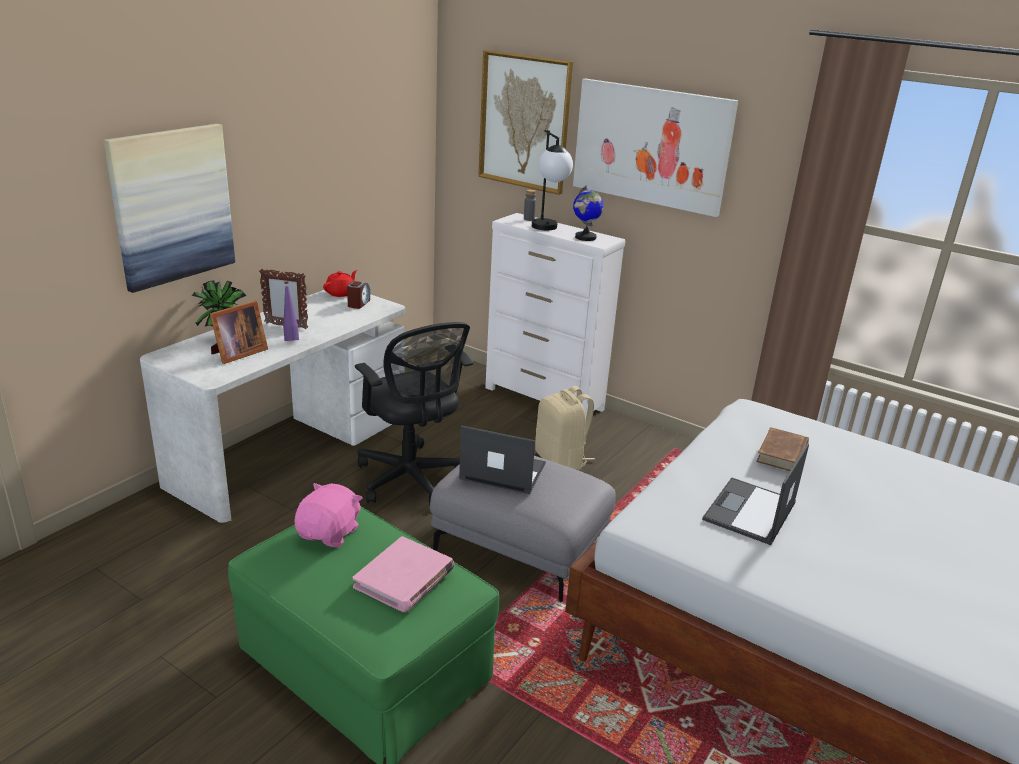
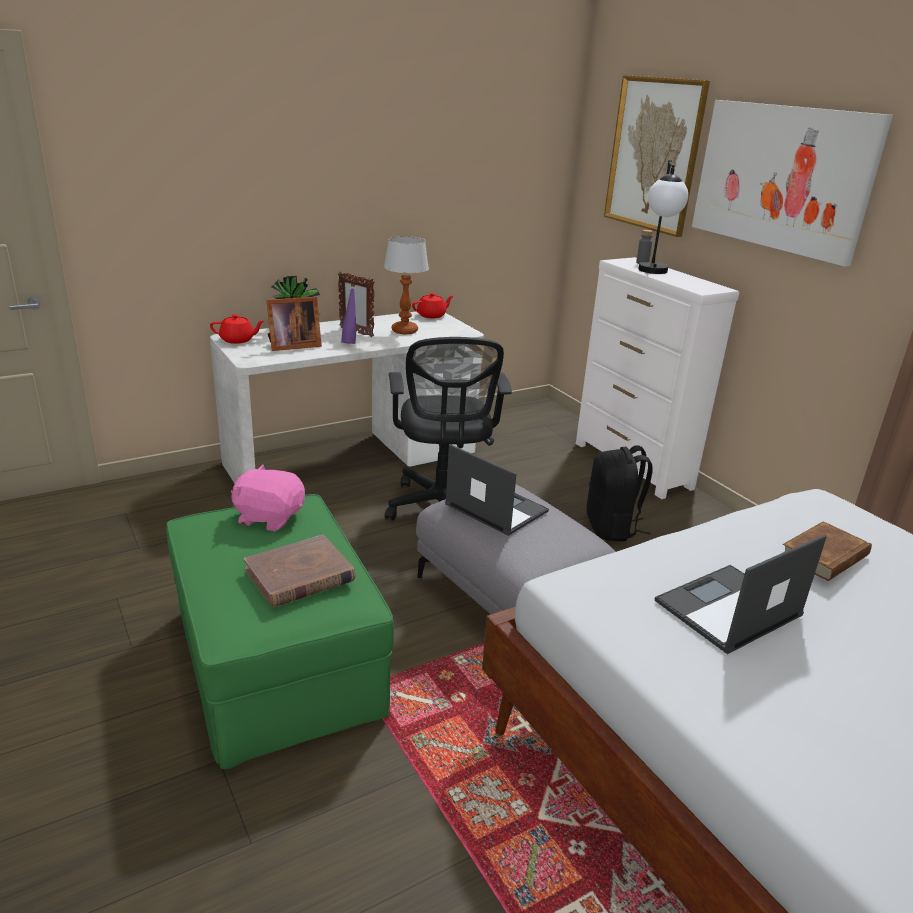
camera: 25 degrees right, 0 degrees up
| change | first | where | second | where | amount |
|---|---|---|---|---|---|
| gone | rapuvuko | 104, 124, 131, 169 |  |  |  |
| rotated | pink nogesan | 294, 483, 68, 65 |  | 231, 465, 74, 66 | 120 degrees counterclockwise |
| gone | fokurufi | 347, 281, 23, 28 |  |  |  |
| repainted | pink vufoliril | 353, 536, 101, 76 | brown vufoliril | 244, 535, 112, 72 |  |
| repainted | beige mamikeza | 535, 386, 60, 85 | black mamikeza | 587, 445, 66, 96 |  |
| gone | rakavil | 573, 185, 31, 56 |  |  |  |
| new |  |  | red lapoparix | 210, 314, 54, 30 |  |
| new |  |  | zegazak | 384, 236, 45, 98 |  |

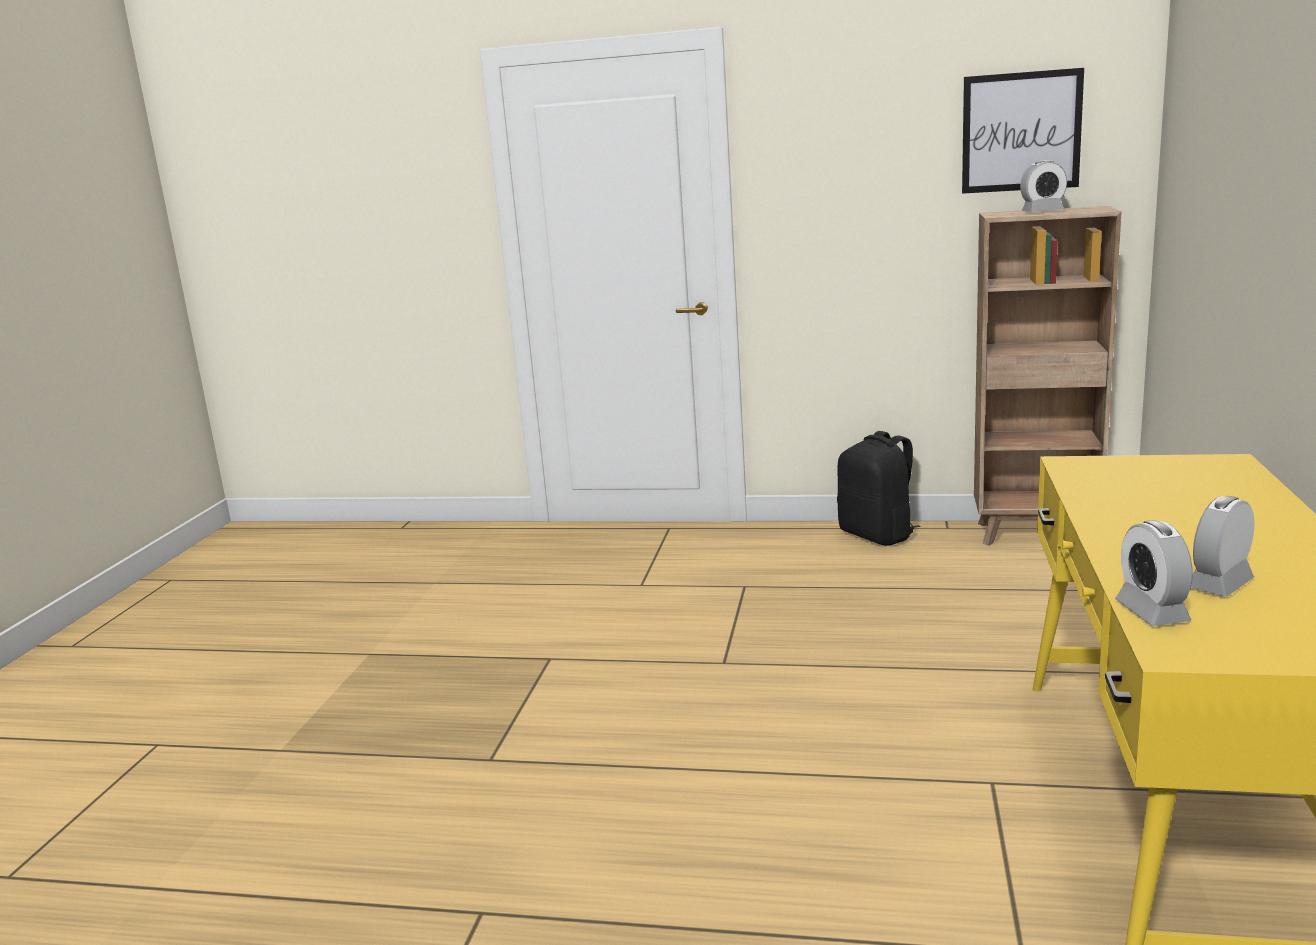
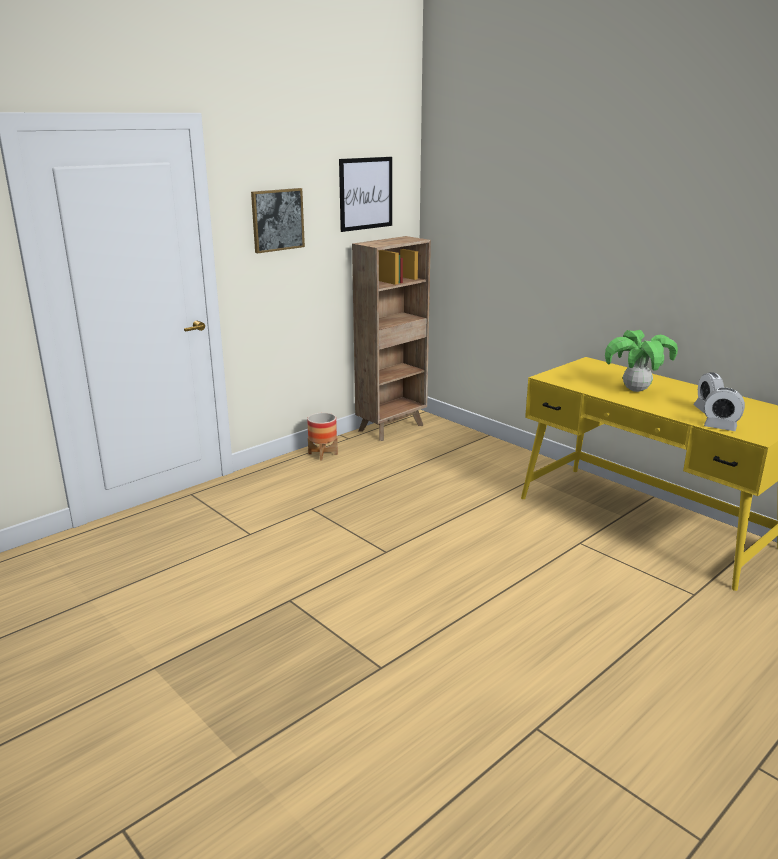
camera: 55 degrees left, 5 degrees up
| change | first | where | second | where | amount |
|---|---|---|---|---|---|
| swapped | black mamikeza | 837, 431, 83, 115 | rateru | 307, 413, 31, 48 |  |
| gone | fokurufi | 1020, 160, 47, 52 |  |  |  |
| new |  |  | rapuvuko | 251, 188, 54, 65 |  |
| new |  |  | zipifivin | 605, 330, 73, 62 |  |

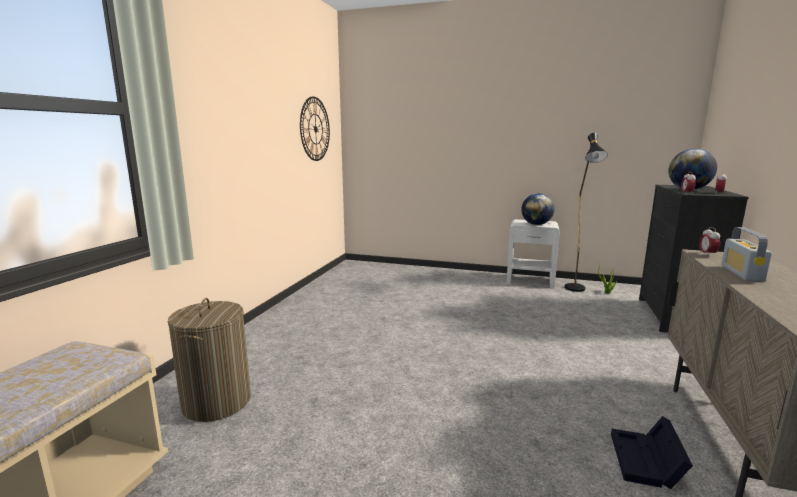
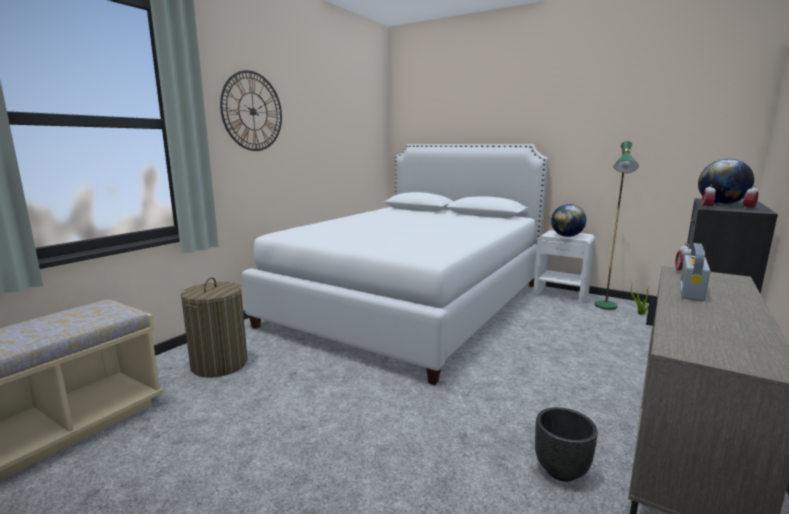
camera: 15 degrees right, 0 degrees up
| change | first | where | second | where | amount |
|---|---|---|---|---|---|
| shifted | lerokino | 300, 96, 30, 65 |  | 220, 70, 62, 81 |  |
| repainted | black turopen | 564, 133, 44, 159 | green turopen | 594, 141, 45, 169 |  |
| swapped | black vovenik | 611, 416, 82, 73 | black rateru | 535, 407, 63, 75 |  |
| new |  |  | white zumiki | 242, 144, 307, 241 |  |

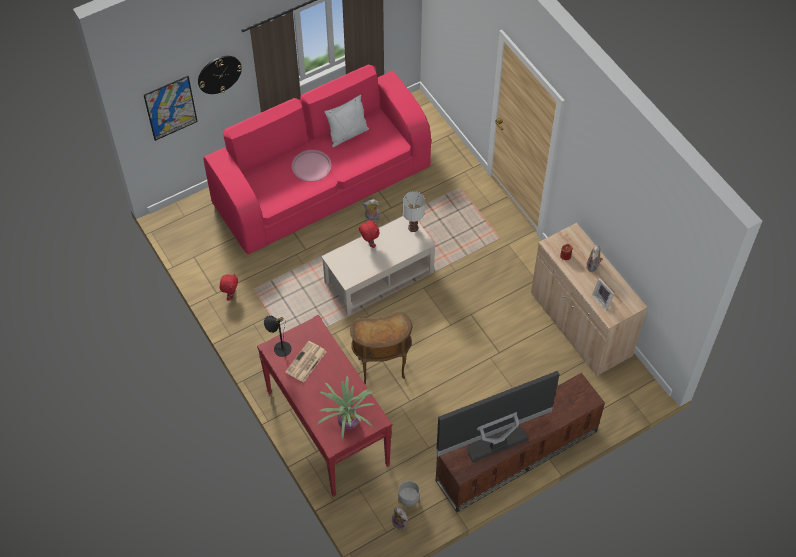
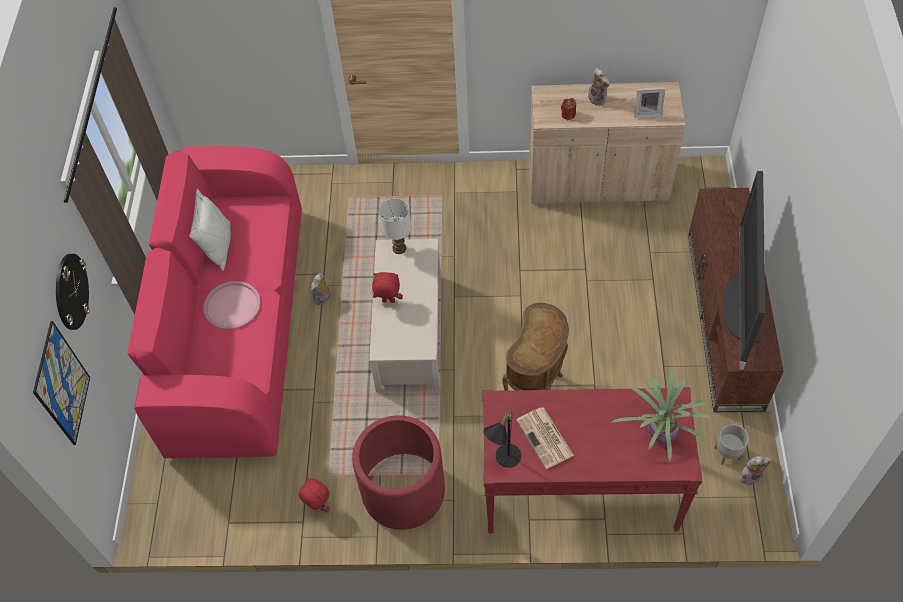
camera: 55 degrees left, 0 degrees up
| change | first | where | second | where | amount |
|---|---|---|---|---|---|
| new |  |  | red rateru | 352, 415, 93, 115 |  |

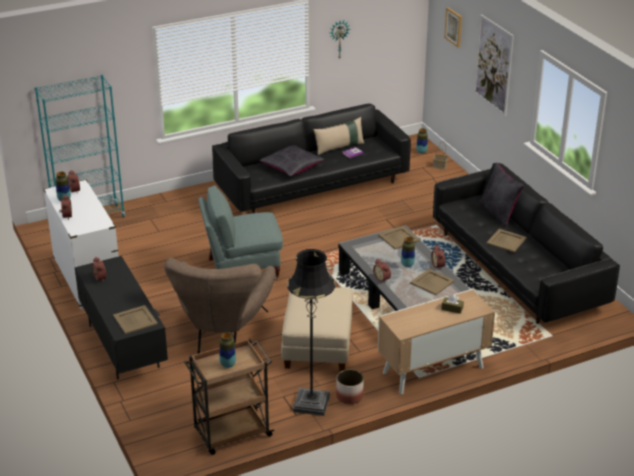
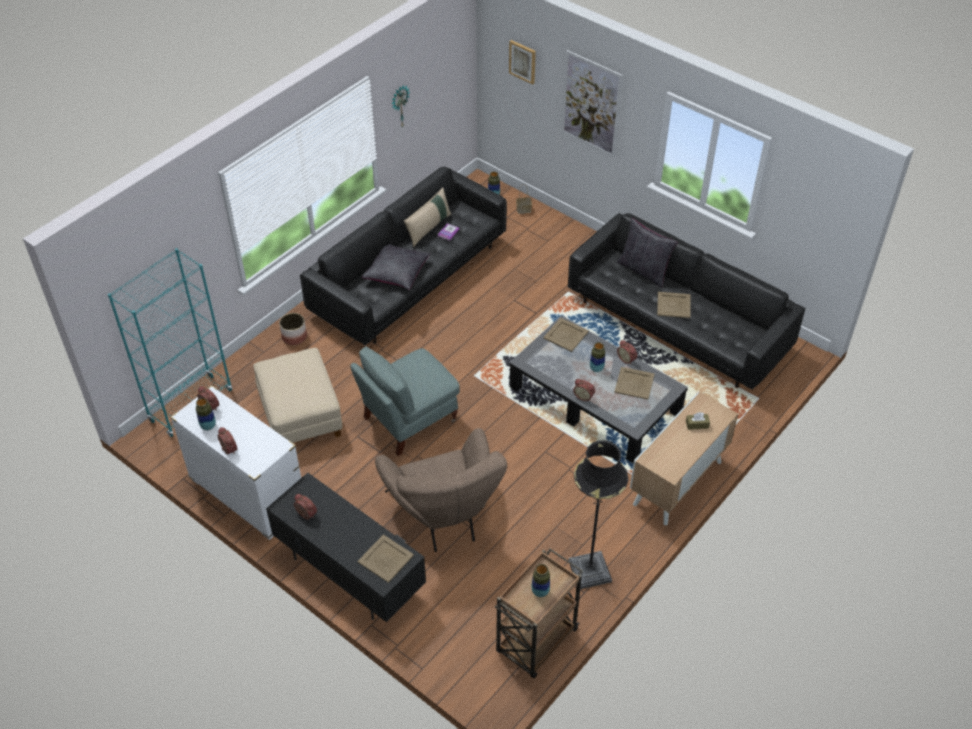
camera: 25 degrees left, 15 degrees up
| change | first | where | second | where | amount |
|---|---|---|---|---|---|
| shifted | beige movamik | 281, 287, 72, 84 |  | 253, 348, 89, 95 |  |
| shifted | rateru | 336, 369, 28, 35 |  | 279, 313, 28, 32 |  |

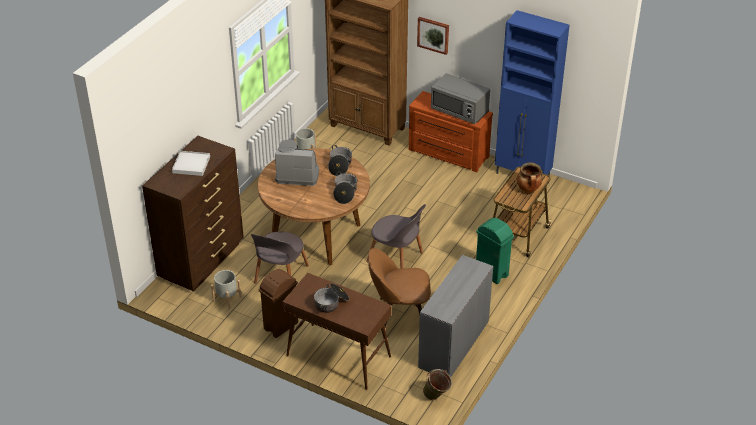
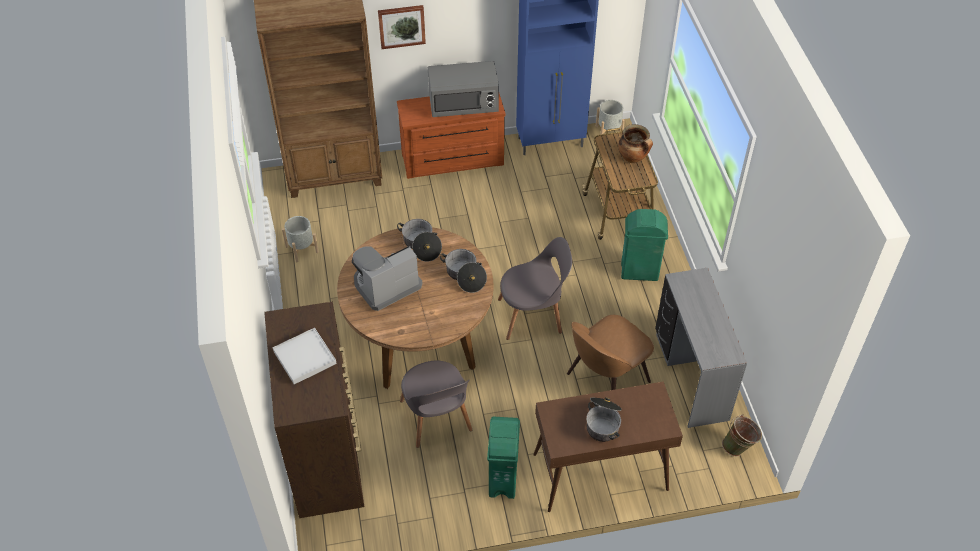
camera: 40 degrees left, 10 degrees up
| change | first | where | second | where | amount |
|---|---|---|---|---|---|
| shifted | grey rateru | 211, 270, 31, 39 |  | 596, 100, 29, 40 |  |
| repainted | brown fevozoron | 259, 269, 39, 69 | green fevozoron | 487, 417, 33, 82 |  |

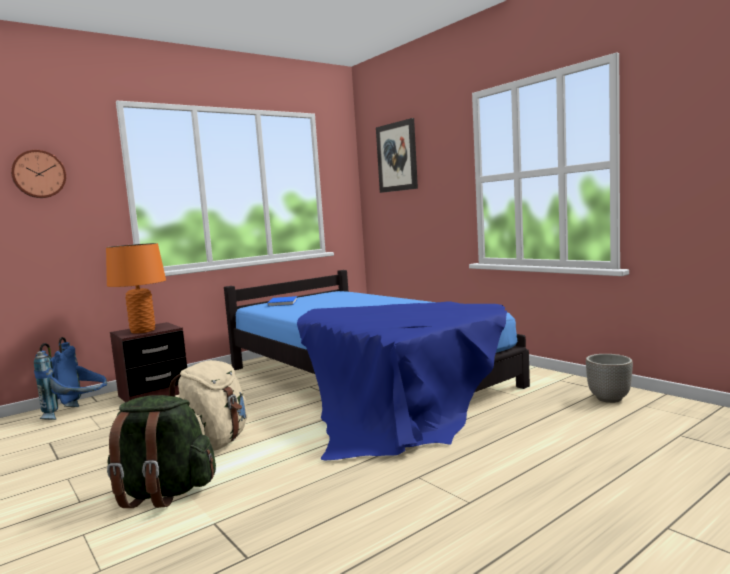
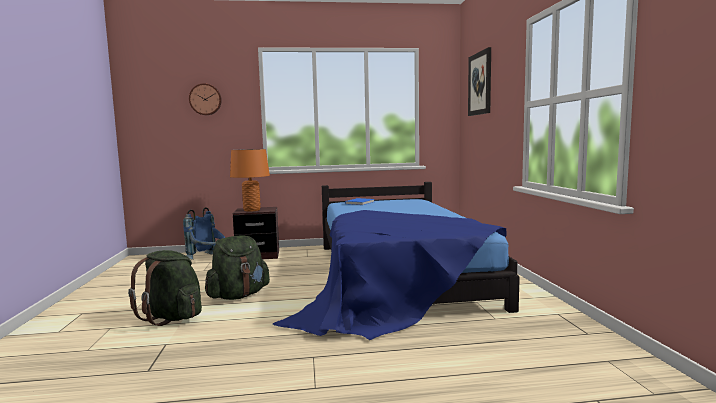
camera: 30 degrees right, 0 degrees up
| change | first | where | second | where | amount |
|---|---|---|---|---|---|
| repainted | beige mamikeza | 169, 360, 79, 91 | green mamikeza | 205, 235, 65, 65 |  |
| gone | rateru | 586, 354, 47, 49 |  |  |  |

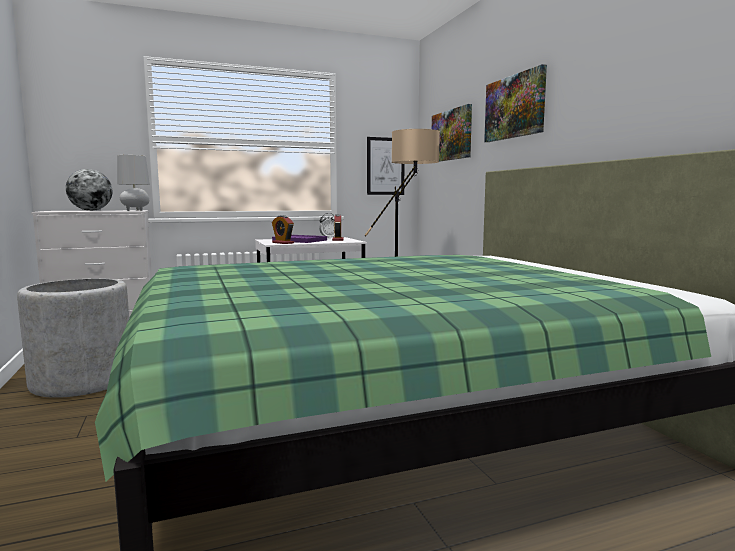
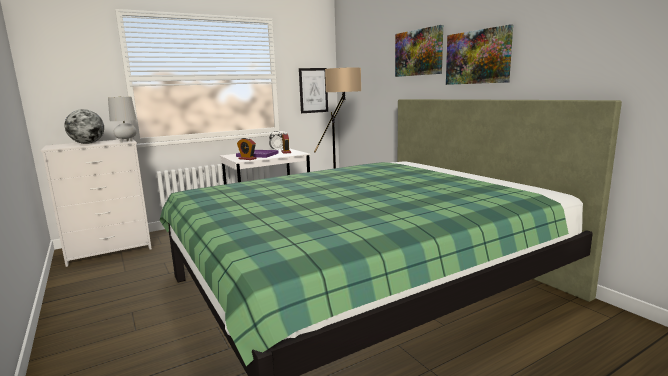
camera: 10 degrees left, 5 degrees up
| change | first | where | second | where | amount |
|---|---|---|---|---|---|
| gone | grey rateru | 17, 278, 112, 120 |  |  |  |
| shifted | rapuvuko | 432, 104, 40, 58 |  | 446, 24, 67, 61 |  |

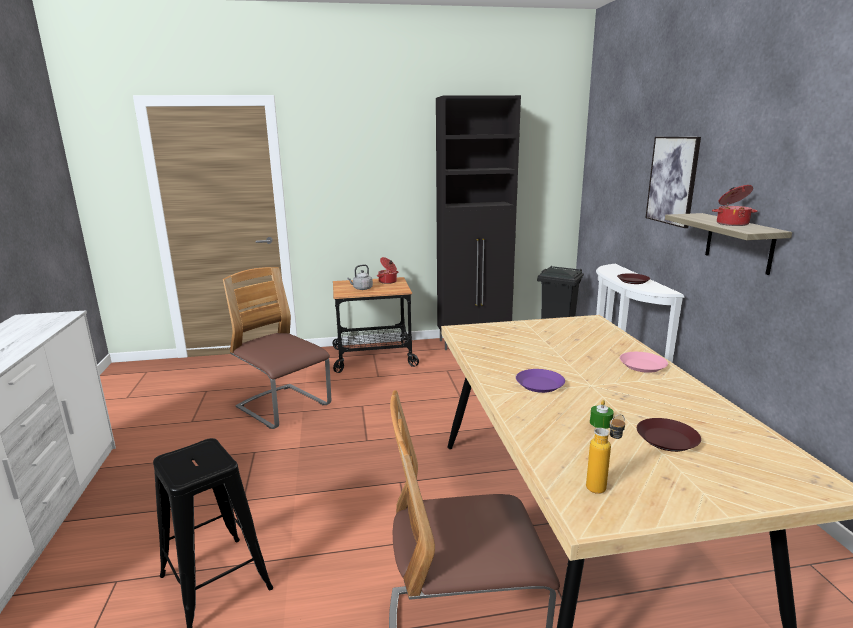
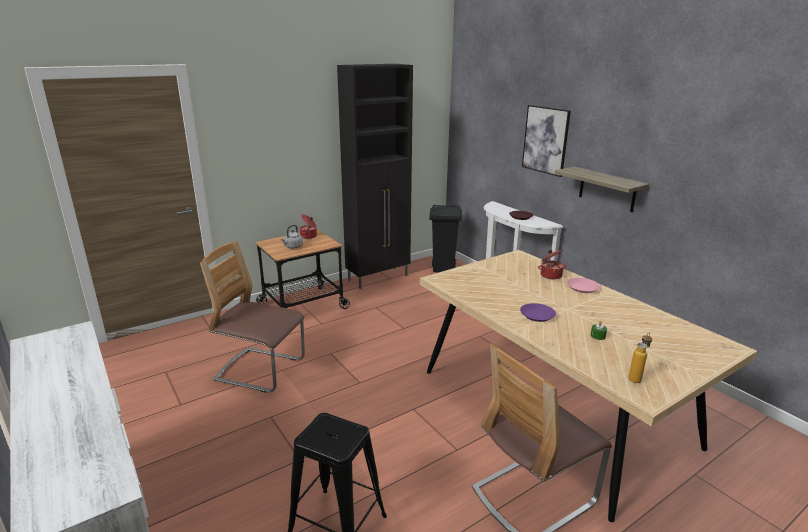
camera: 25 degrees left, 5 degrees up
| change | first | where | second | where | amount |
|---|---|---|---|---|---|
| gone | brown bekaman | 637, 418, 64, 34 |  |  |  |
| shifted | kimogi | 712, 185, 45, 41 |  | 538, 250, 28, 29 |  |

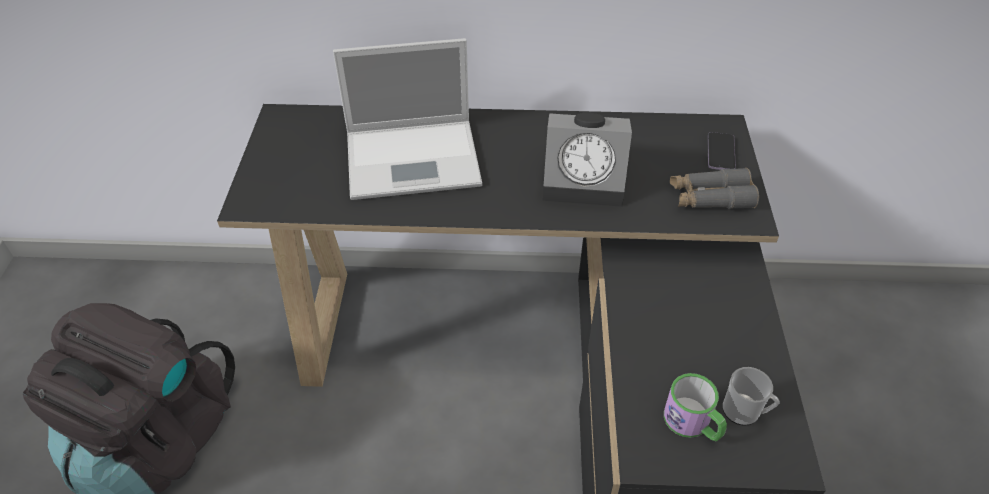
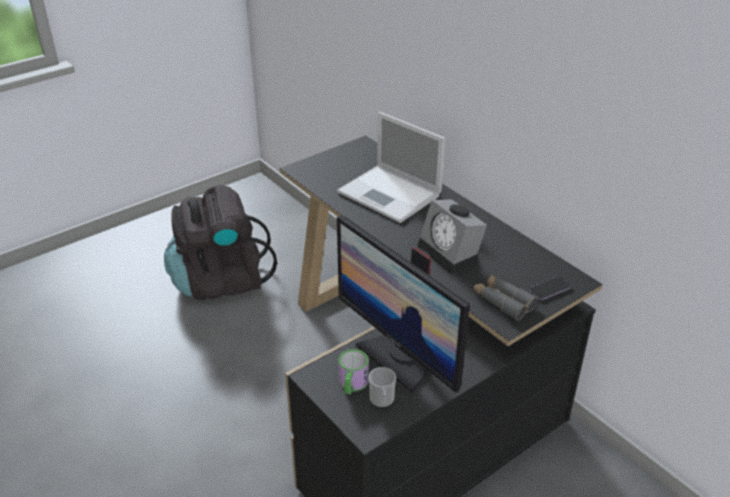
camera: 50 degrees right, 10 degrees down
| change | first | where | second | where | amount |
|---|---|---|---|---|---|
| new |  |  | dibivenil | 337, 216, 133, 177 |  |

